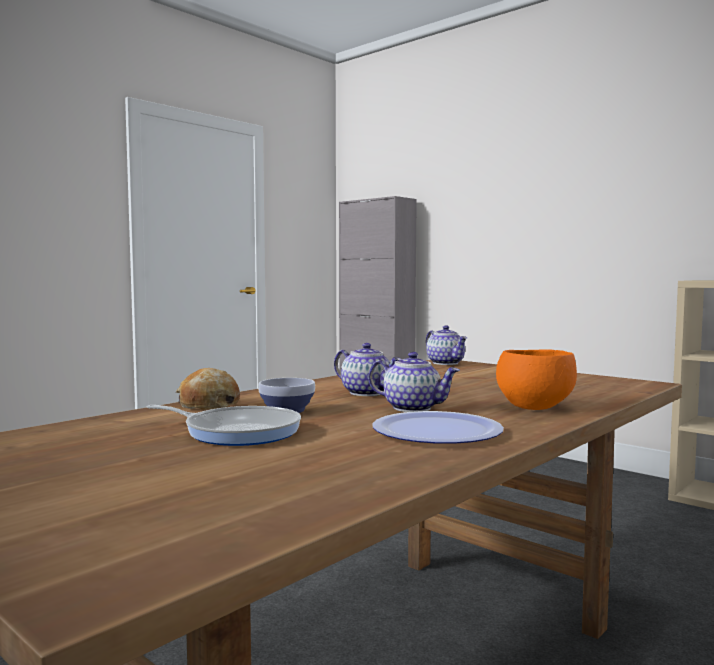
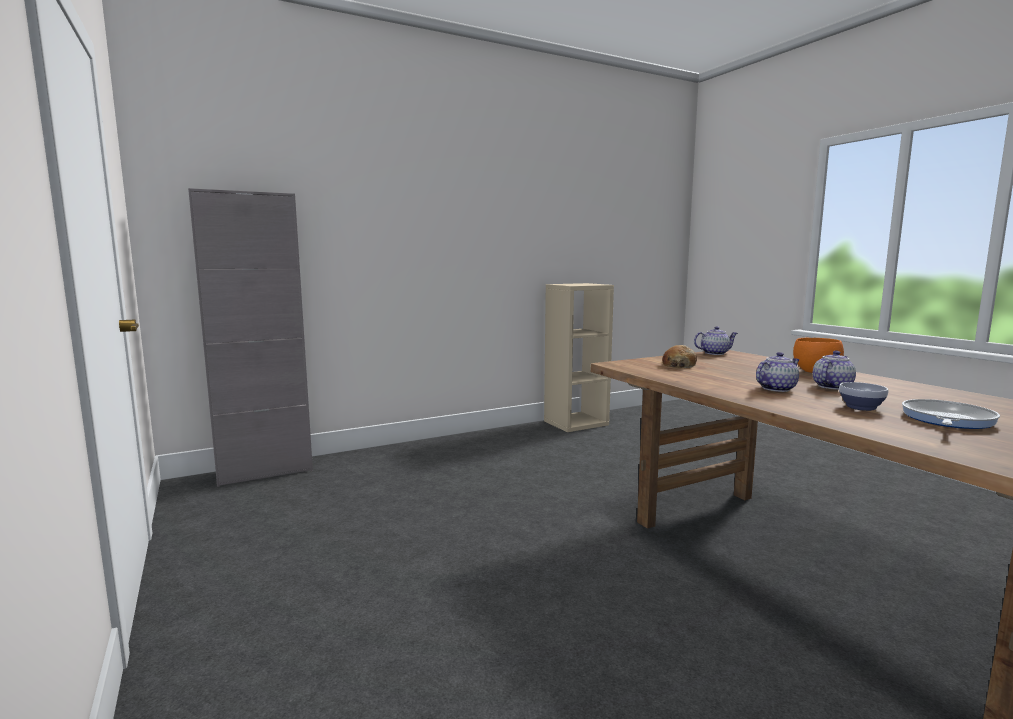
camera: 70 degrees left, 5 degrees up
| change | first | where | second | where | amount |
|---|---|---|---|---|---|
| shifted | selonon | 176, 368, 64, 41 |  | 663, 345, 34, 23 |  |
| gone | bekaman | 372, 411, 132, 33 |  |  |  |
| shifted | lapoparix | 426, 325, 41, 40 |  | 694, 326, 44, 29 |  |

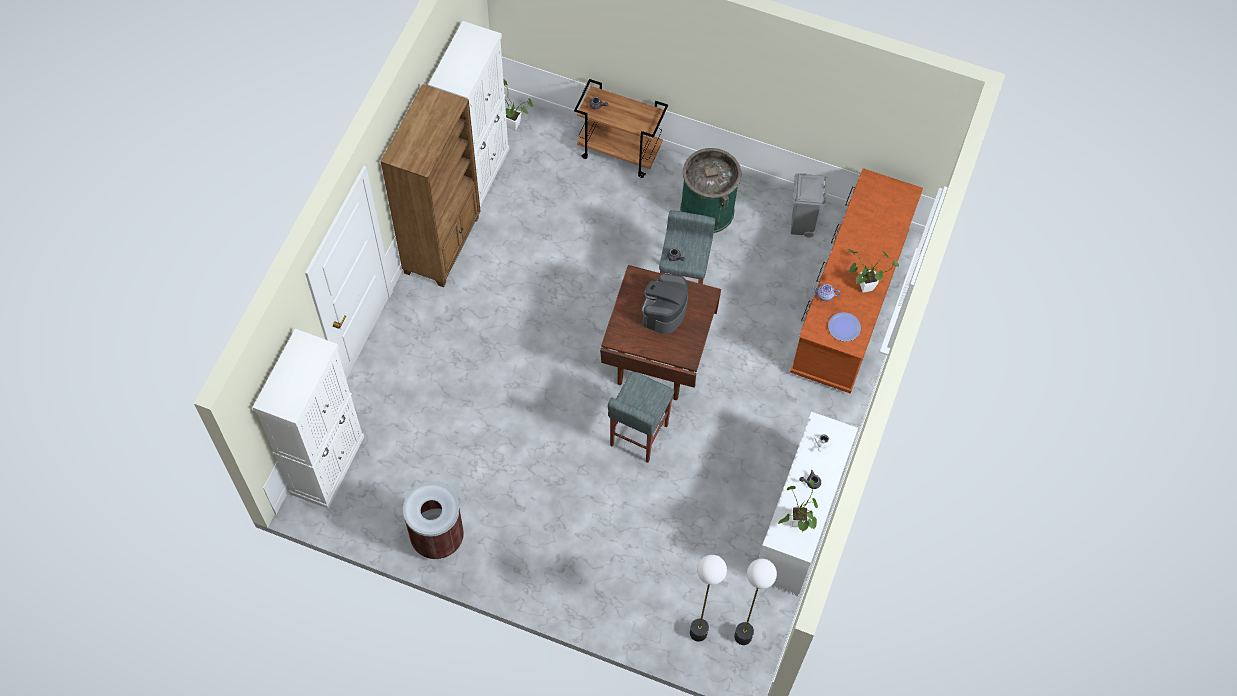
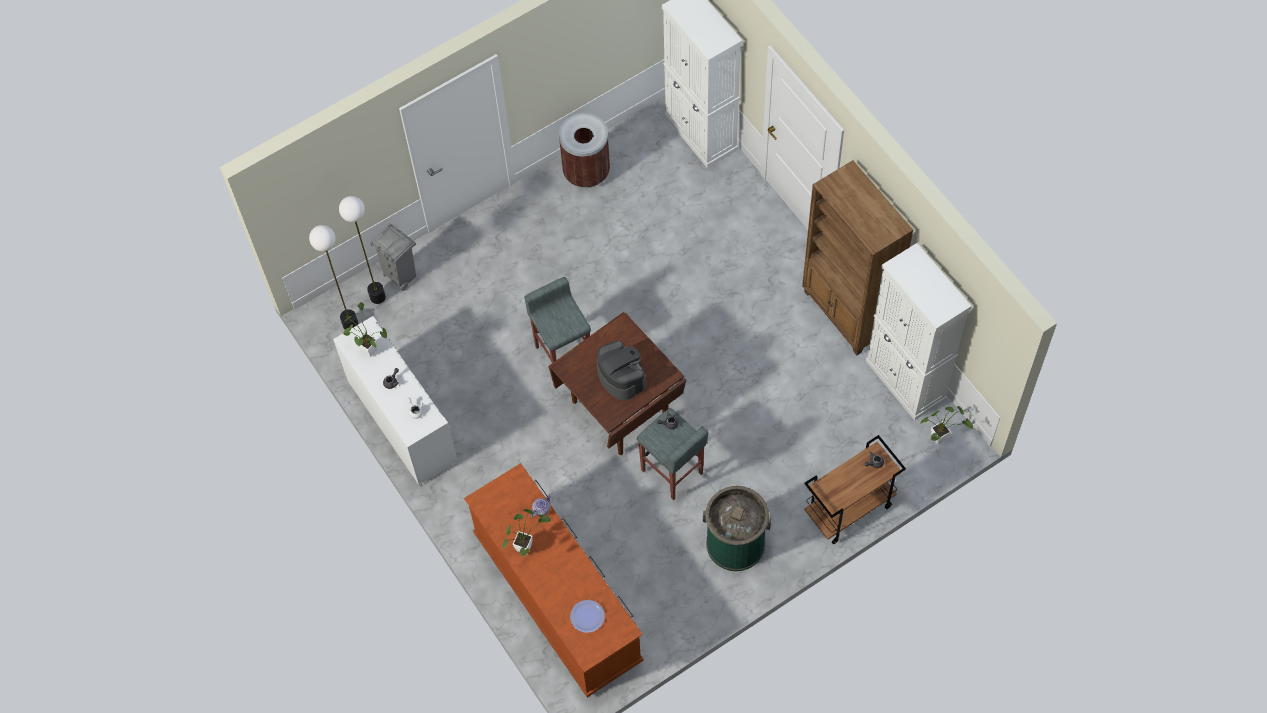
camera: 130 degrees right, 0 degrees up
| change | first | where | second | where | amount |
|---|---|---|---|---|---|
| shifted | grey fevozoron | 791, 173, 36, 65 |  | 370, 224, 46, 67 |  |
| shifted | bekaman | 828, 312, 33, 30 |  | 570, 600, 35, 33 |  |

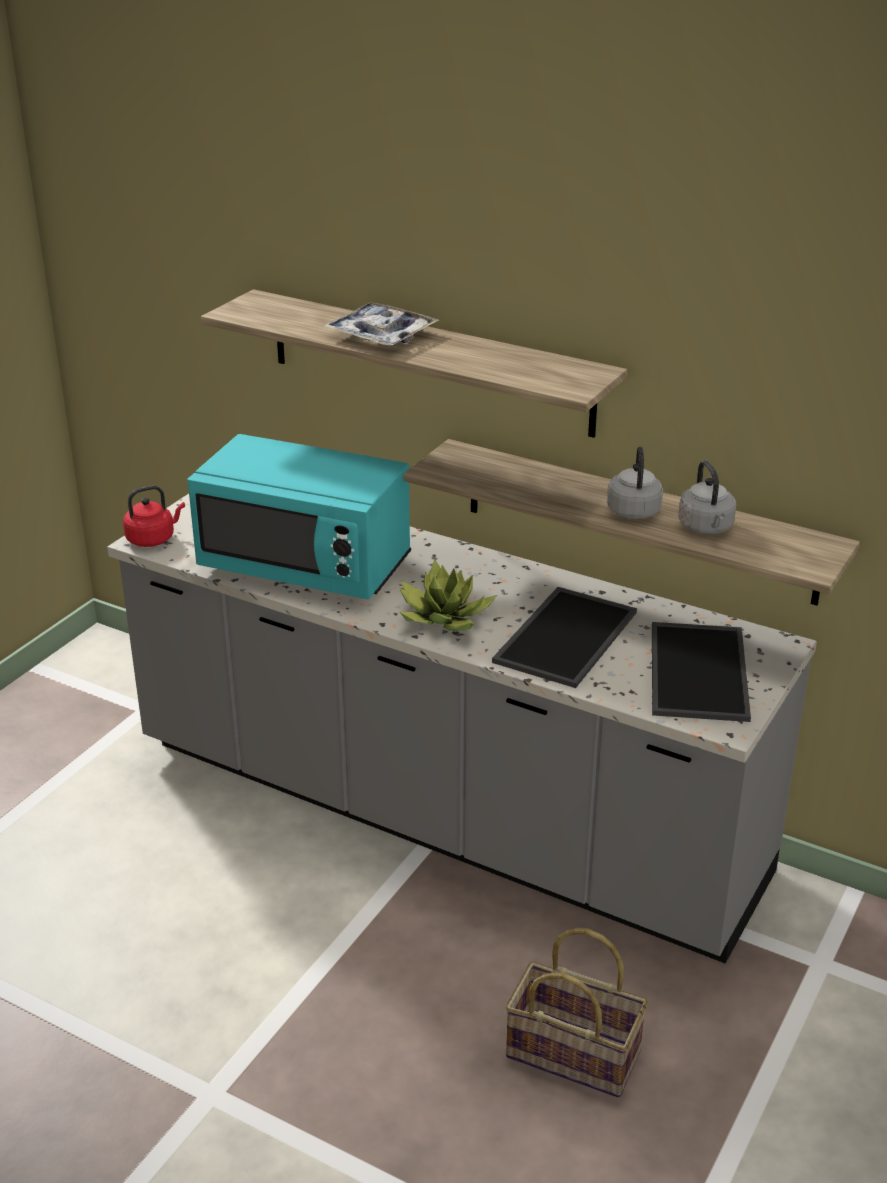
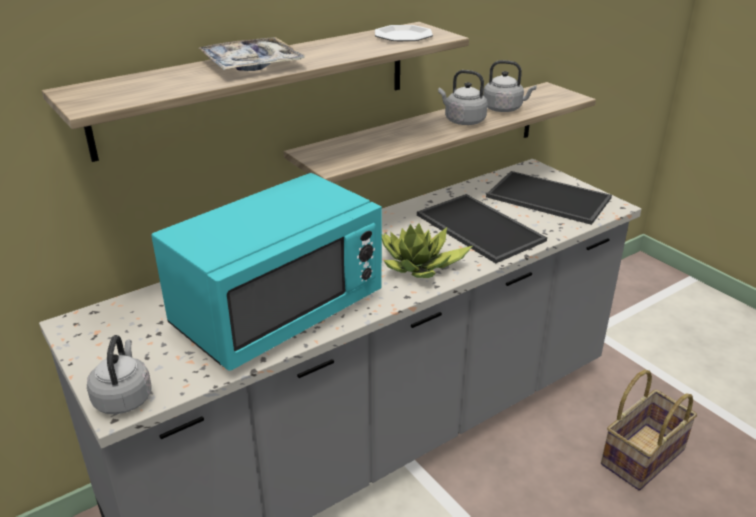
camera: 65 degrees left, 0 degrees up
| change | first | where | second | where | amount |
|---|---|---|---|---|---|
| repainted | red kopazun | 123, 485, 62, 62 | grey kopazun | 87, 335, 65, 79 |  |
| new |  |  | bekaman | 375, 25, 58, 16 |  |

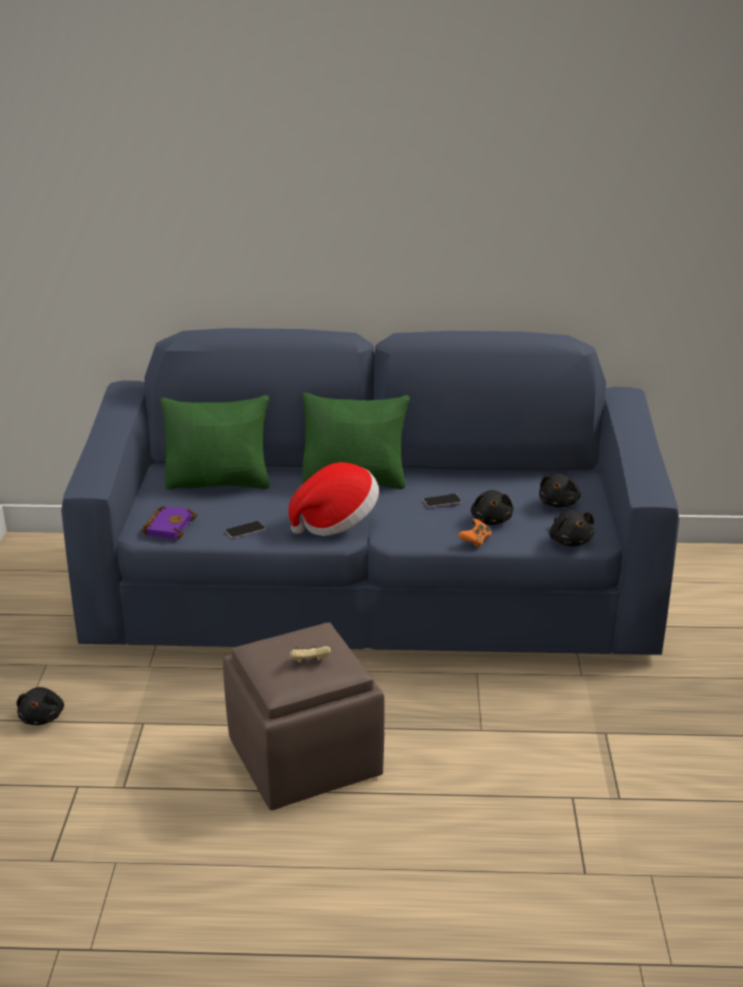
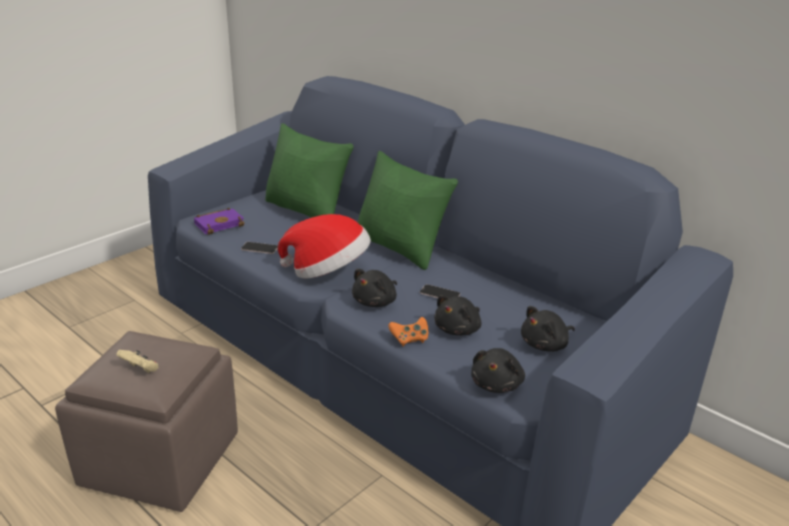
camera: 40 degrees right, 0 degrees up
| change | first | where | second | where | amount |
|---|---|---|---|---|---|
| shifted | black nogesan | 17, 687, 47, 38 |  | 352, 269, 45, 38 |  |

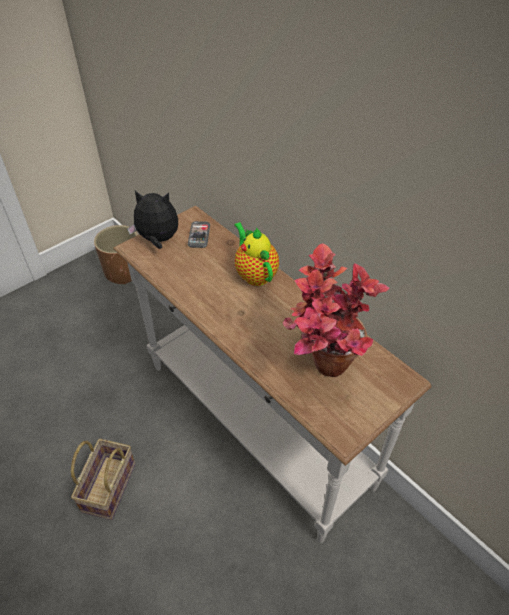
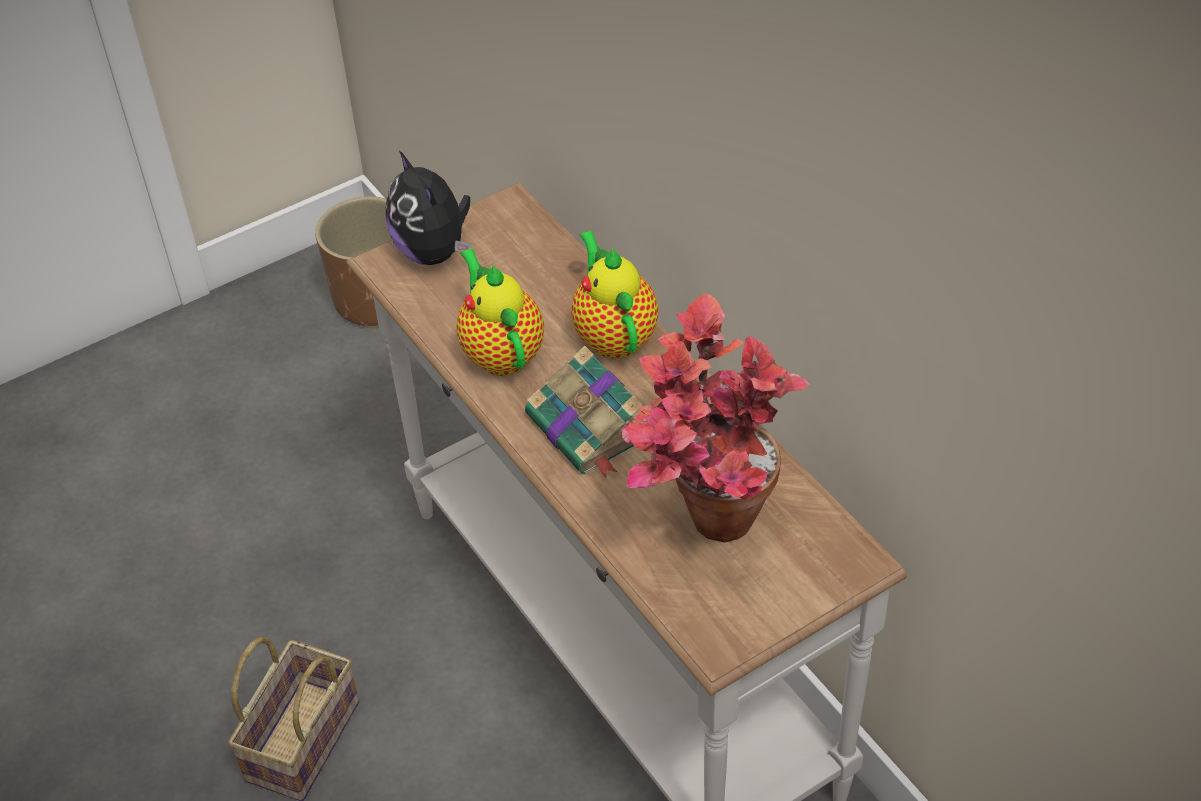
camera: 10 degrees right, 0 degrees up
| change | first | where | second | where | amount |
|---|---|---|---|---|---|
| rotated | nogesan | 127, 190, 51, 59 |  | 386, 150, 86, 115 | 135 degrees counterclockwise |
| gone | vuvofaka | 188, 221, 22, 27 |  |  |  |
| new |  |  | lapoparix | 456, 248, 88, 128 |  |
| new |  |  | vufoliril | 525, 346, 119, 132 |  |

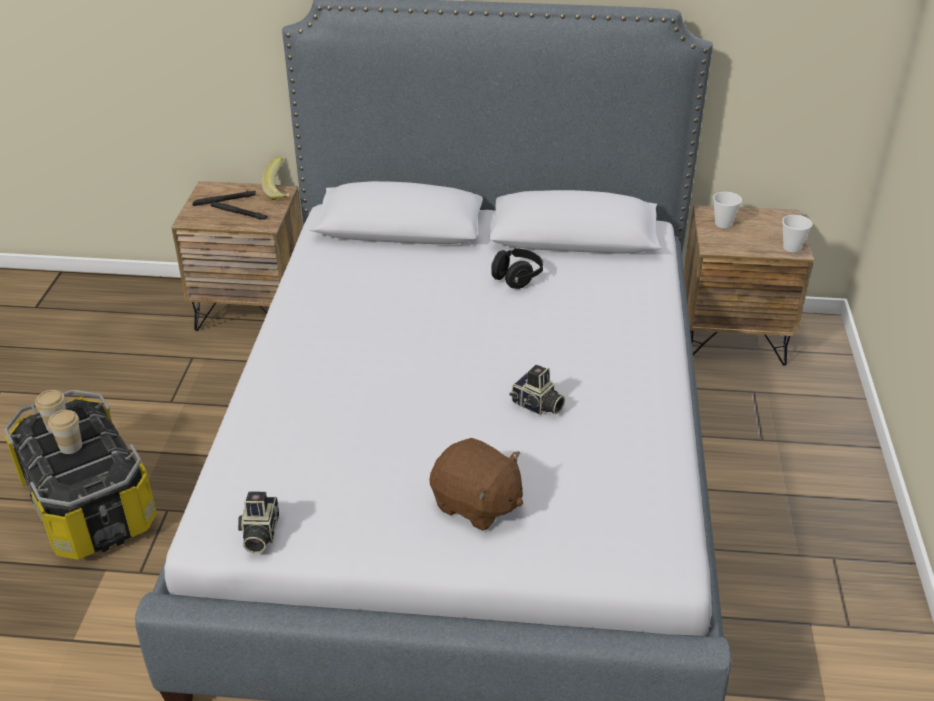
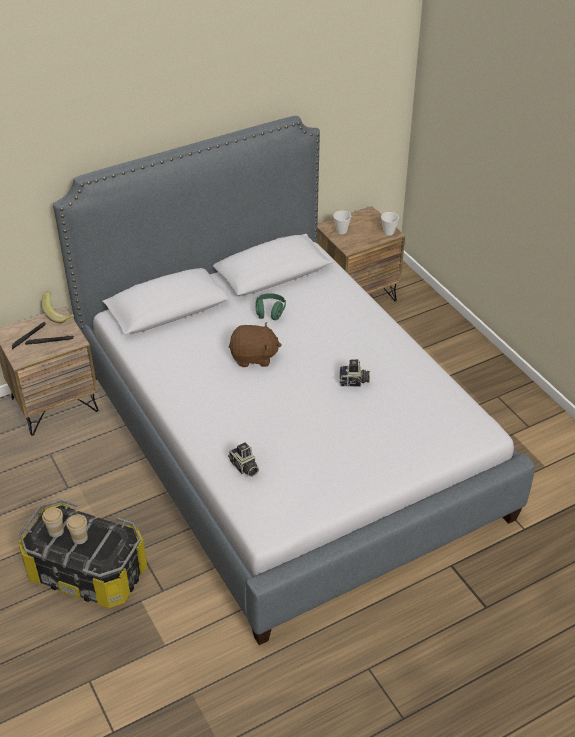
camera: 35 degrees left, 5 degrees up
| change | first | where | second | where | amount |
|---|---|---|---|---|---|
| shifted | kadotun | 238, 491, 41, 62 |  | 228, 442, 31, 35 |  |
| shifted | brown nogesan | 429, 438, 94, 93 |  | 229, 322, 53, 45 |  |
| repainted | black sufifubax | 491, 248, 52, 41 | green sufifubax | 255, 293, 31, 27 |  |

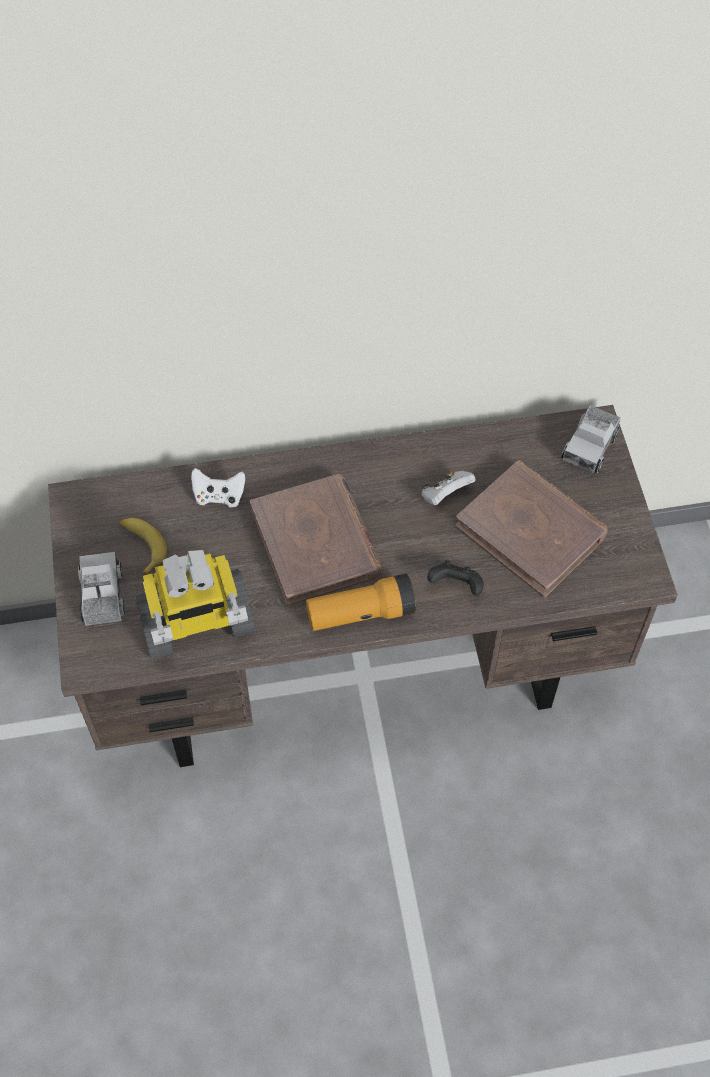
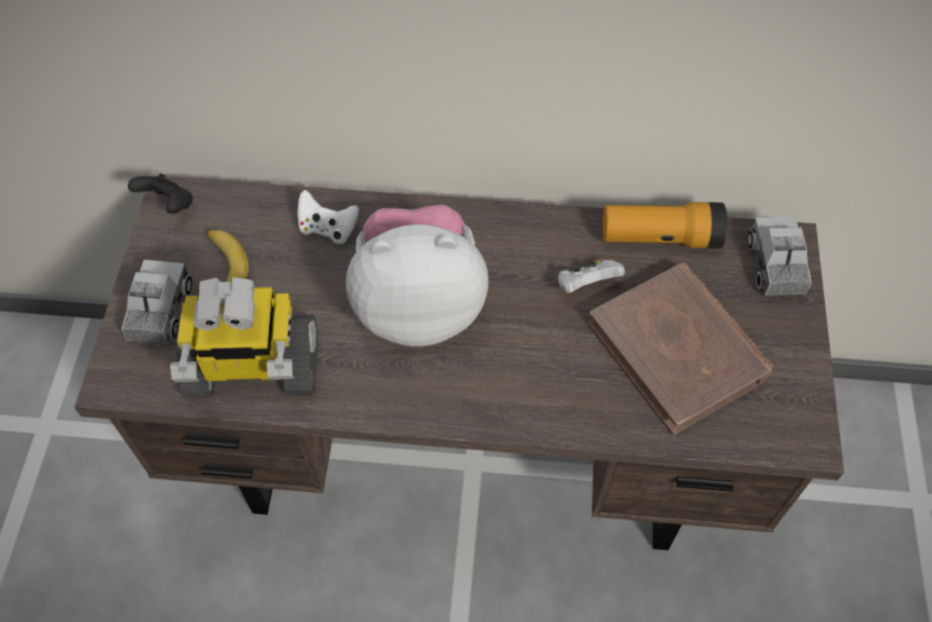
camera: 15 degrees right, 0 degrees up
| change | first | where | second | where | amount |
|---|---|---|---|---|---|
| swapped | brown vufoliril | 250, 474, 132, 132 | nogesan | 346, 205, 143, 142 |  |
| shifted | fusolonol | 306, 574, 110, 57 |  | 603, 202, 124, 46 |  |
| shifted | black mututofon | 427, 560, 57, 35 |  | 128, 173, 65, 41 |  |
| rotated | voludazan | 561, 405, 60, 68 |  | 747, 217, 65, 78 | 135 degrees clockwise |

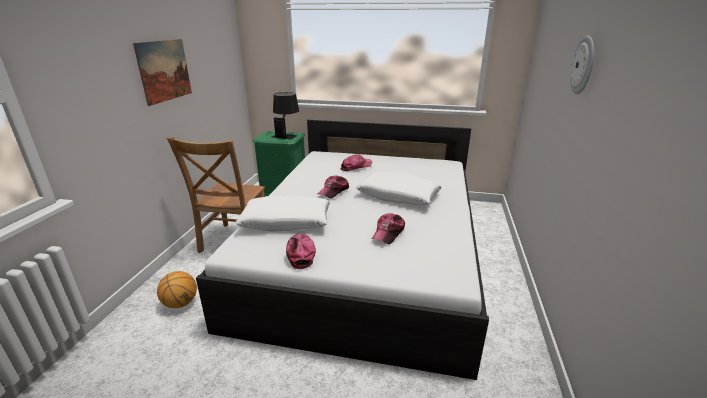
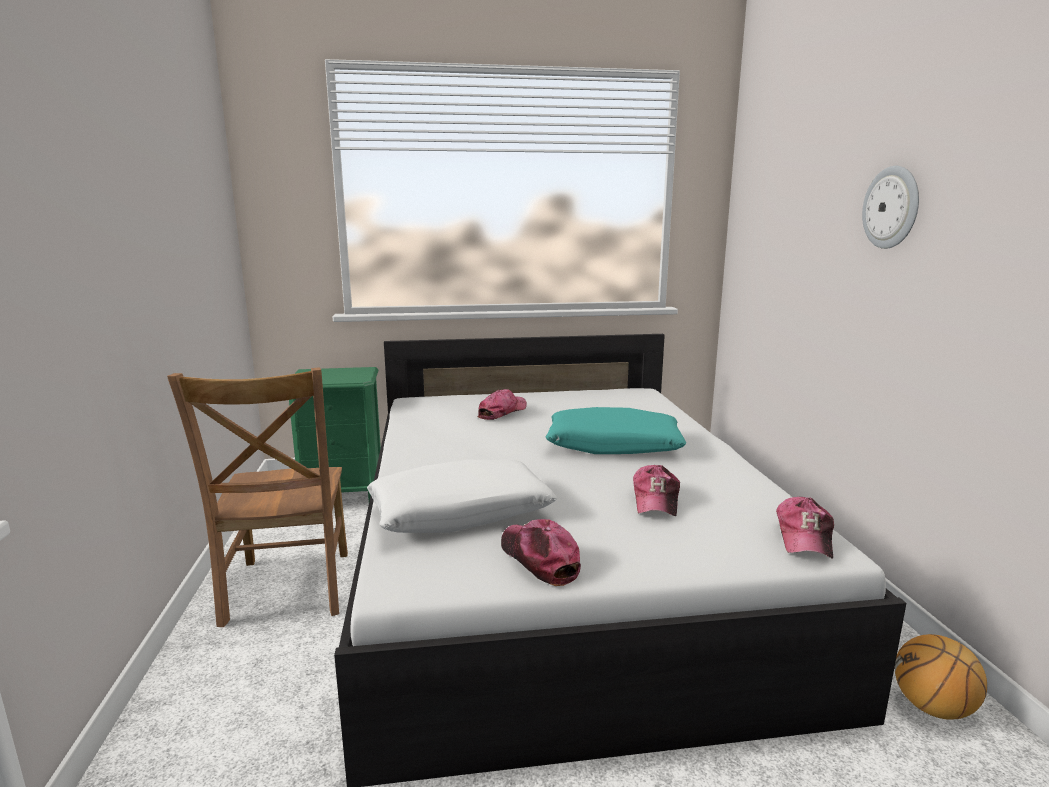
camera: 20 degrees left, 10 degrees down
| change | first | where | second | where | amount |
|---|---|---|---|---|---|
| gone | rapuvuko | 133, 39, 59, 67 |  |  |  |
| shifted | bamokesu | 157, 271, 40, 37 |  | 895, 634, 92, 86 |  |
| gone | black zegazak | 272, 92, 27, 47 |  |  |  |
| shifted | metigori | 318, 175, 31, 23 |  | 776, 497, 58, 62 |  |
| repainted | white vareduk | 356, 172, 86, 33 | turquoise vareduk | 546, 407, 140, 47 |  |

